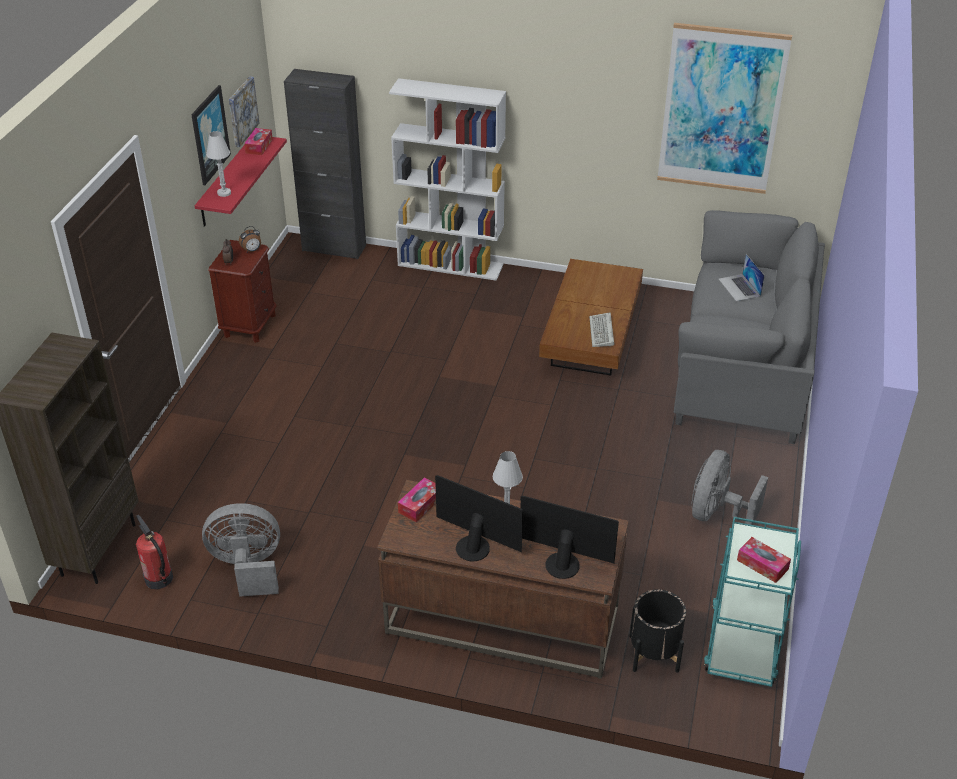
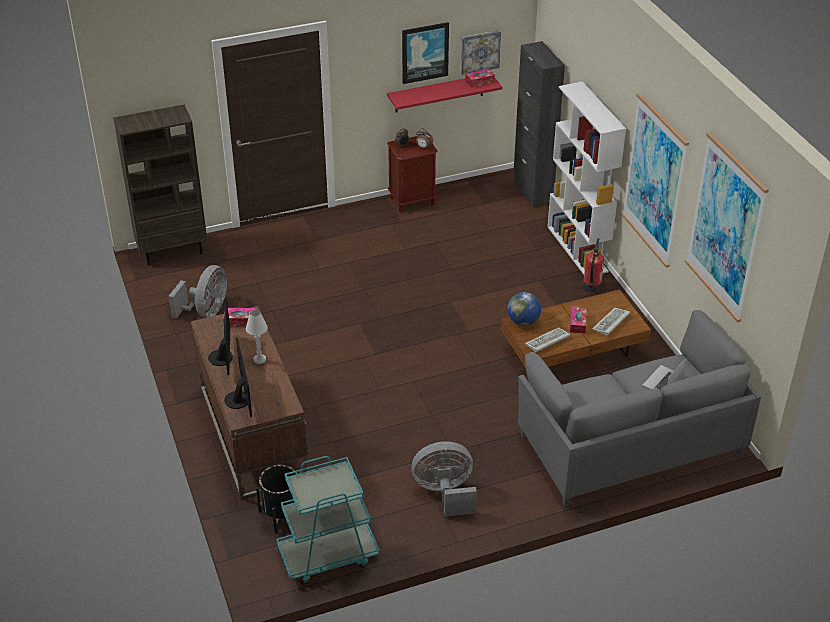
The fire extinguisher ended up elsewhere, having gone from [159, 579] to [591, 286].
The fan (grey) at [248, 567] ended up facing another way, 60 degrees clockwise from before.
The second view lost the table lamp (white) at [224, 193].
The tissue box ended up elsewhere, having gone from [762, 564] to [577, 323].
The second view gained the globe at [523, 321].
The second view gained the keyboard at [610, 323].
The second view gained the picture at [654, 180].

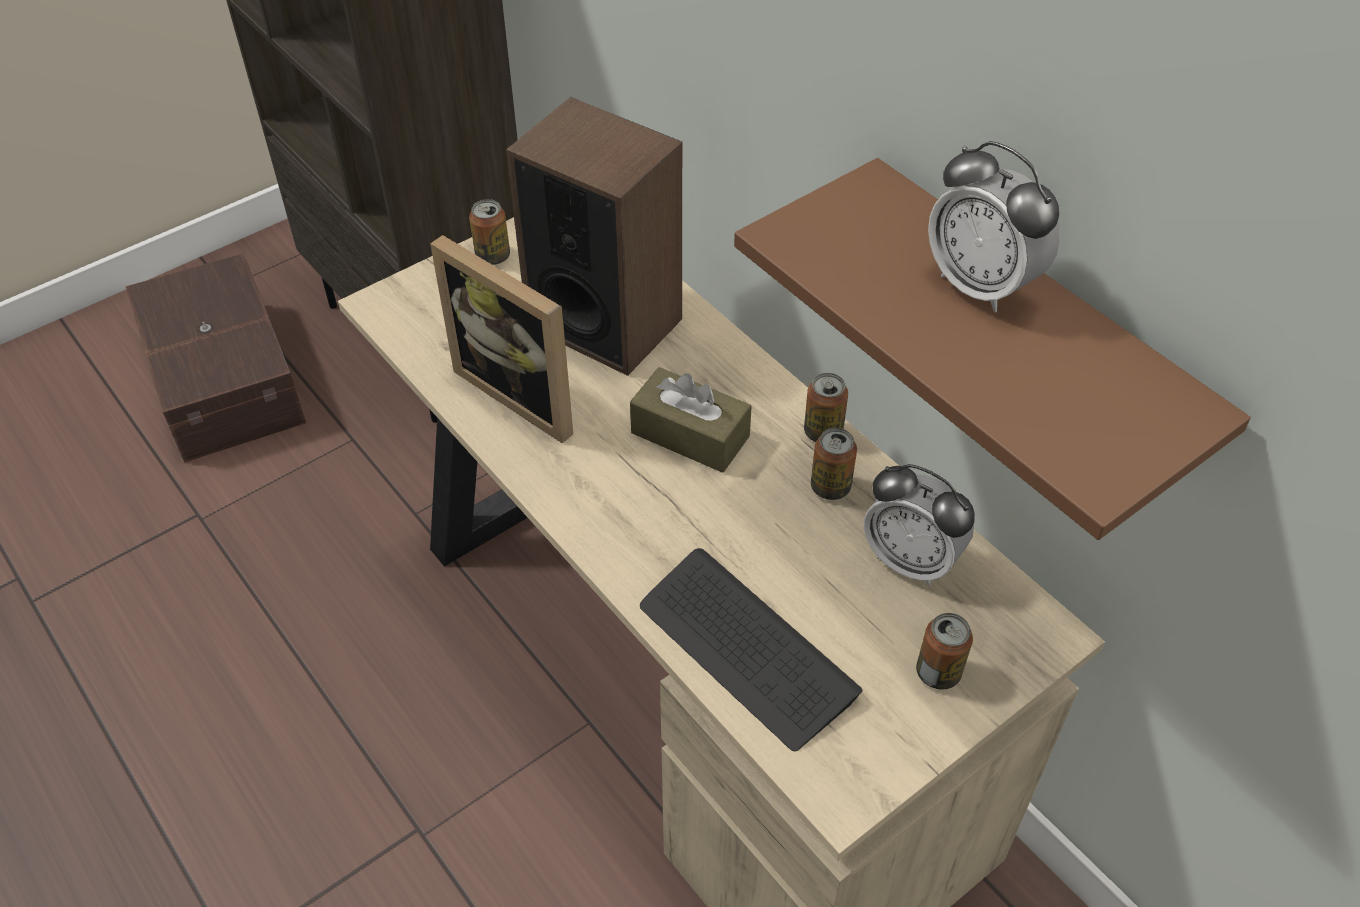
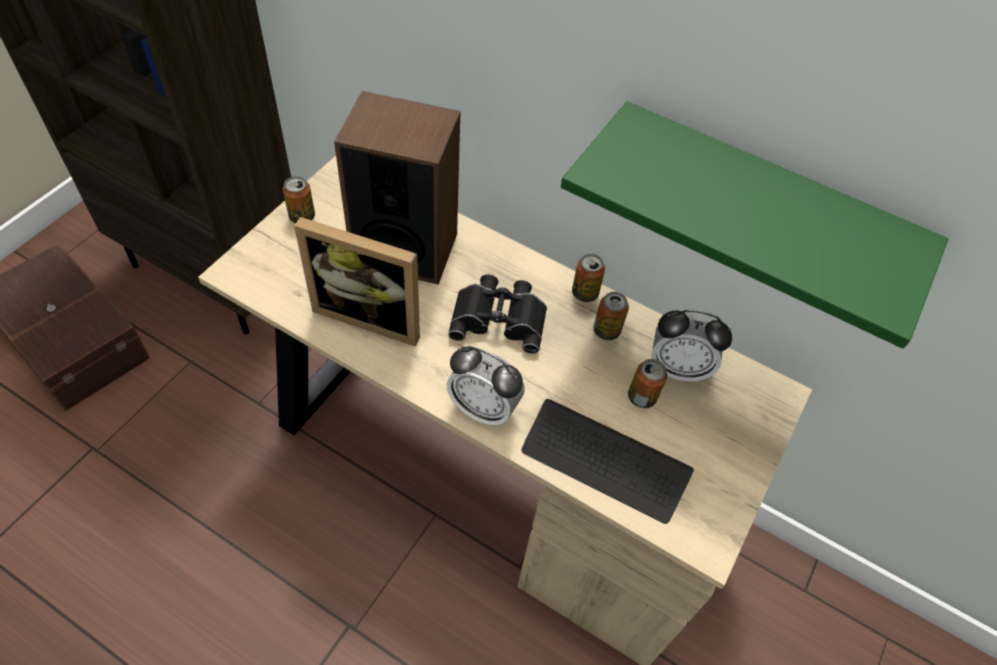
Where the tissue box (brown) stood at [690, 434], the binoculars (black) came to stand at [500, 317].
What was the shelf (brown) at [1029, 338] turned into the shelf (green) at [758, 209].
The can ended up elsewhere, having gone from [938, 672] to [642, 397].
The alarm clock ended up elsewhere, having gone from [981, 285] to [483, 408].

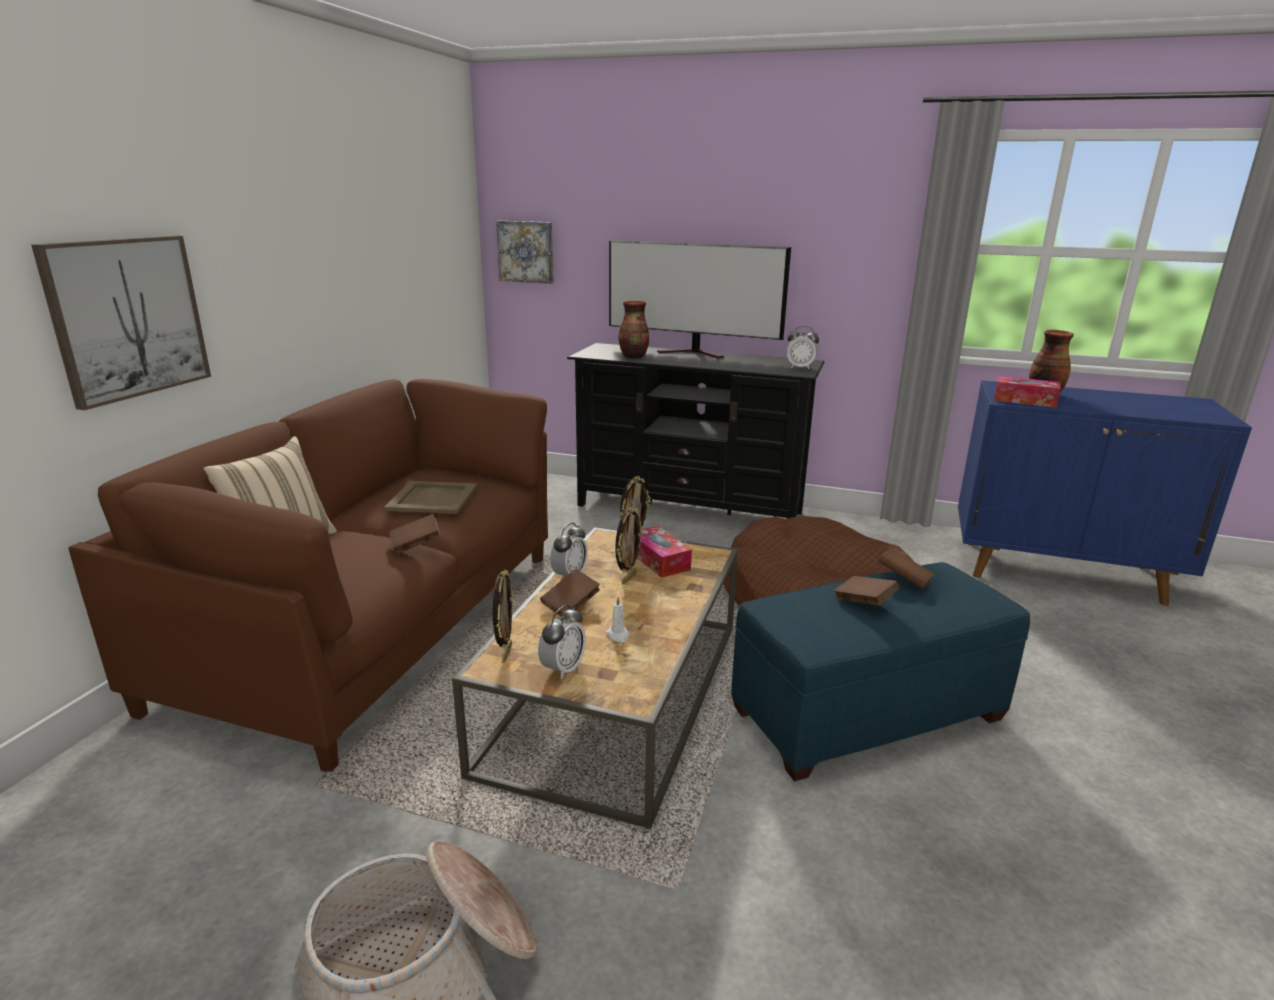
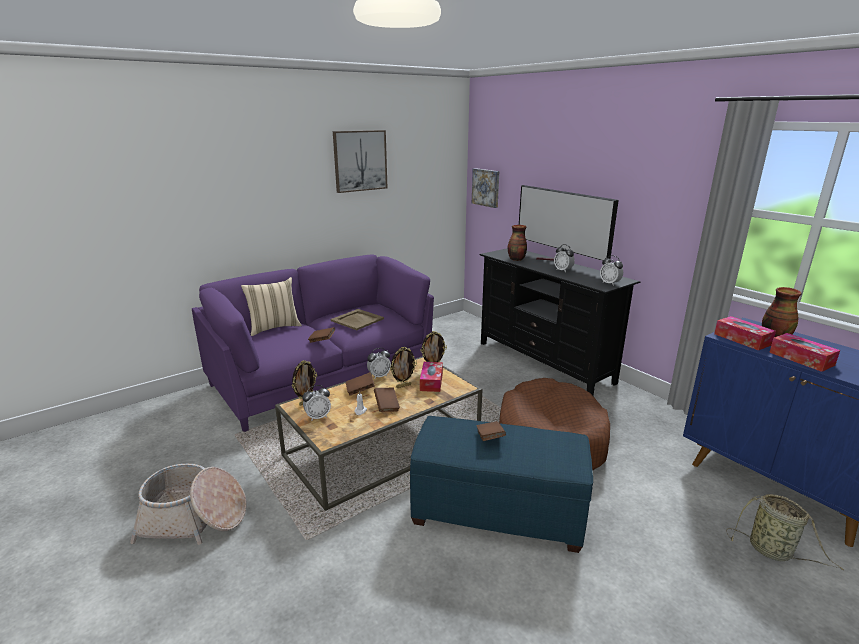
The picture ended up elsewhere, having gone from [127, 318] to [360, 161].
What was the sofa (brown) at [375, 625] turned into the sofa (purple) at [322, 377].
The book (brown) ended up elsewhere, having gone from [904, 580] to [386, 406].
The second view gained the alarm clock at [563, 270].
The second view gained the basket at [773, 551].
The second view gained the tissue box at [801, 359].

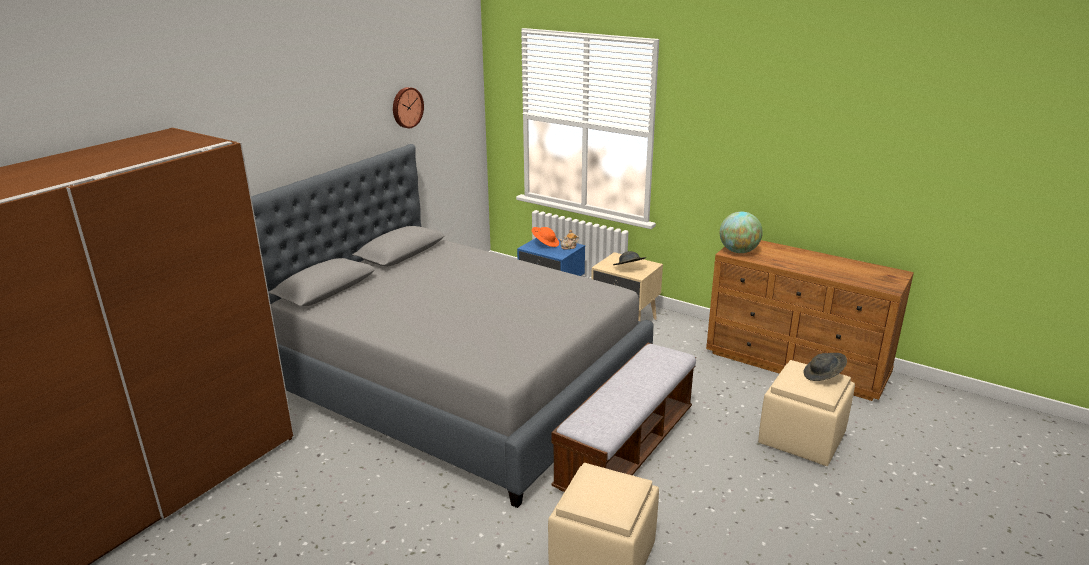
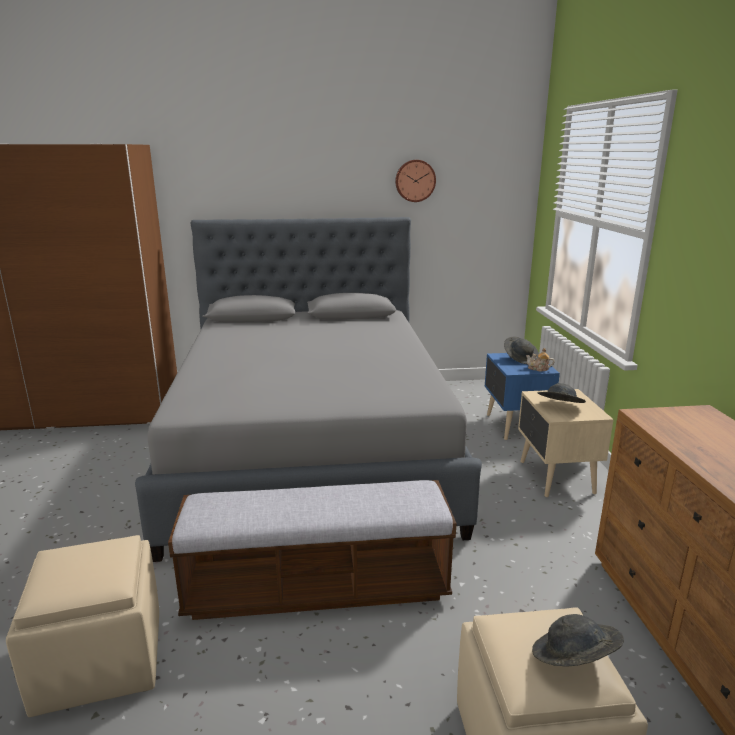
What was the hat (orange) at [545, 244] turned into the hat (grey) at [521, 359].
The second view lost the globe at [738, 251].

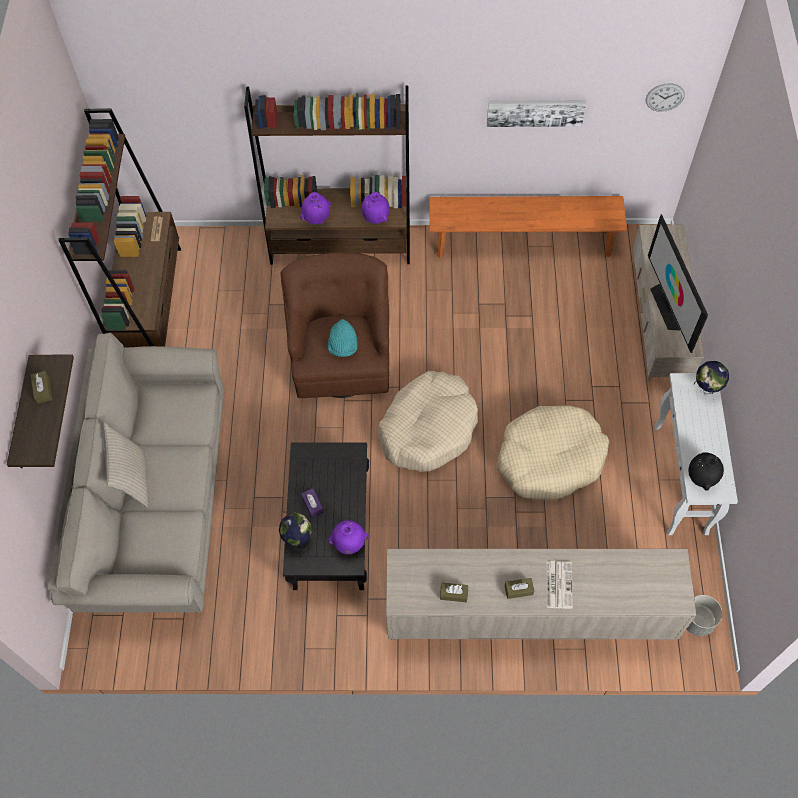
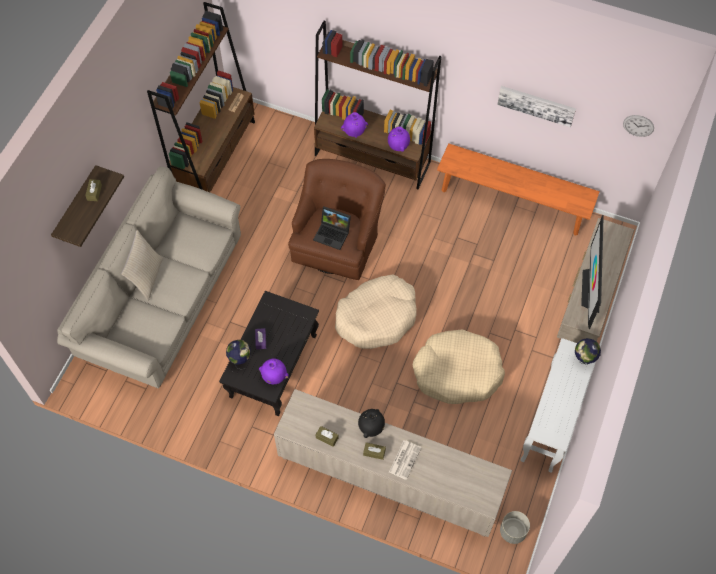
Where the hat (turquoise) stood at [343, 346], the laptop came to stand at [333, 234].
The vase (black) ended up elsewhere, having gone from [701, 478] to [371, 428].

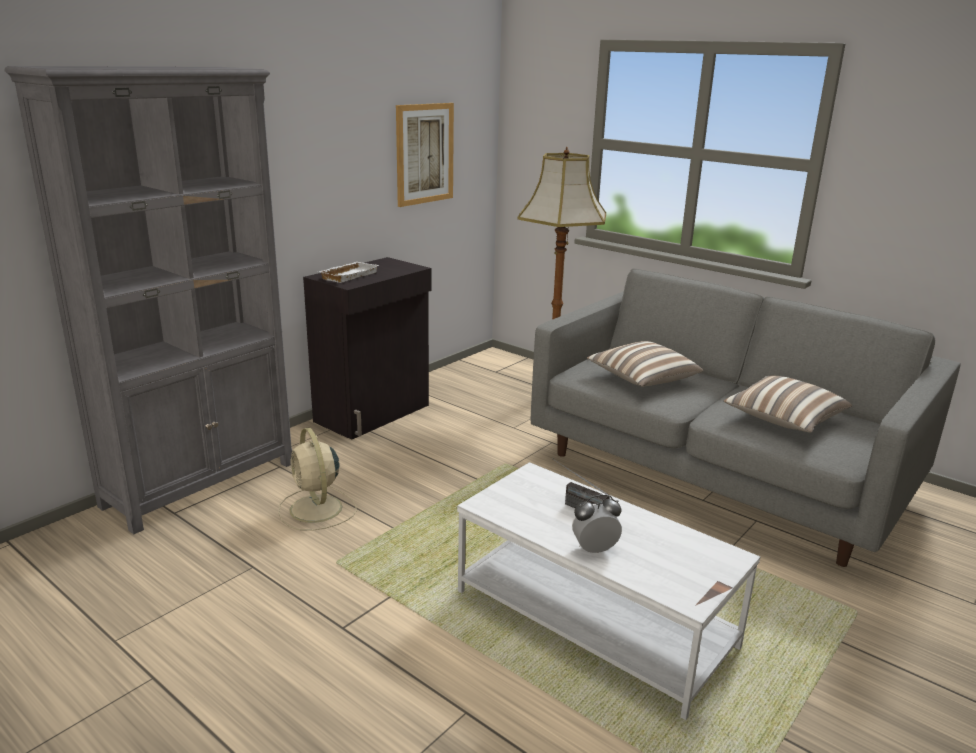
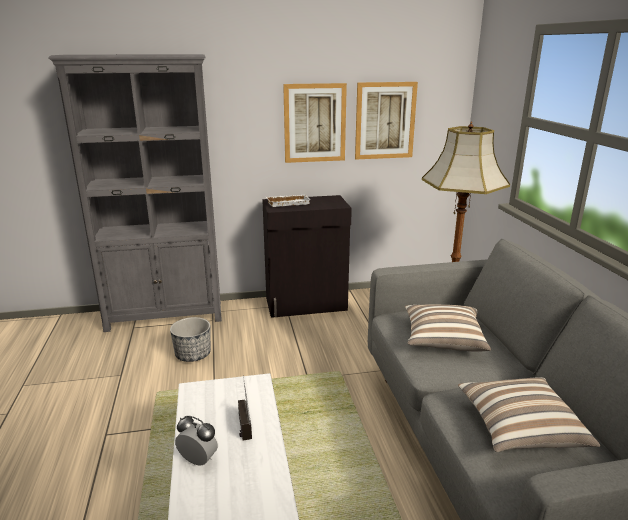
Where the fan (beige) stood at [316, 510], the planter came to stand at [193, 355].
The second view gained the picture at [315, 123].

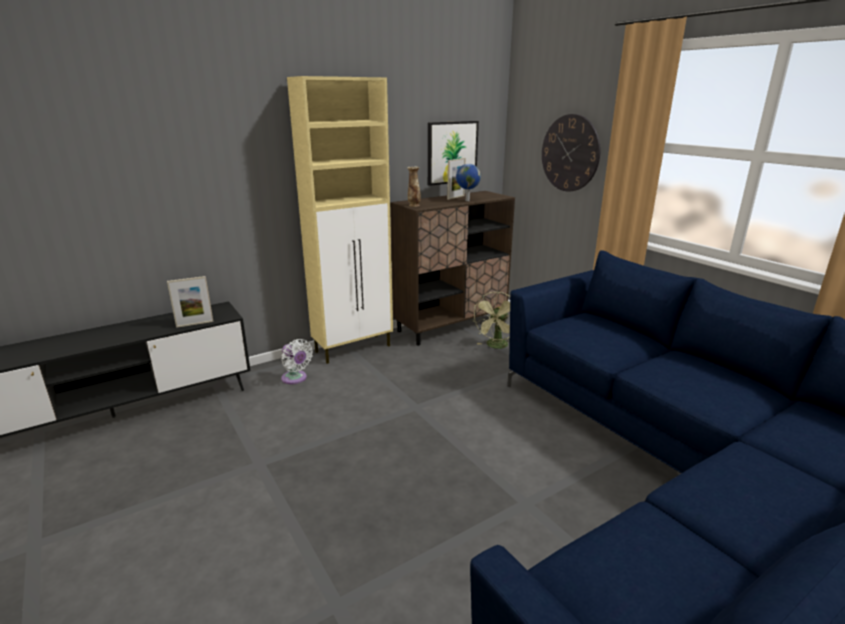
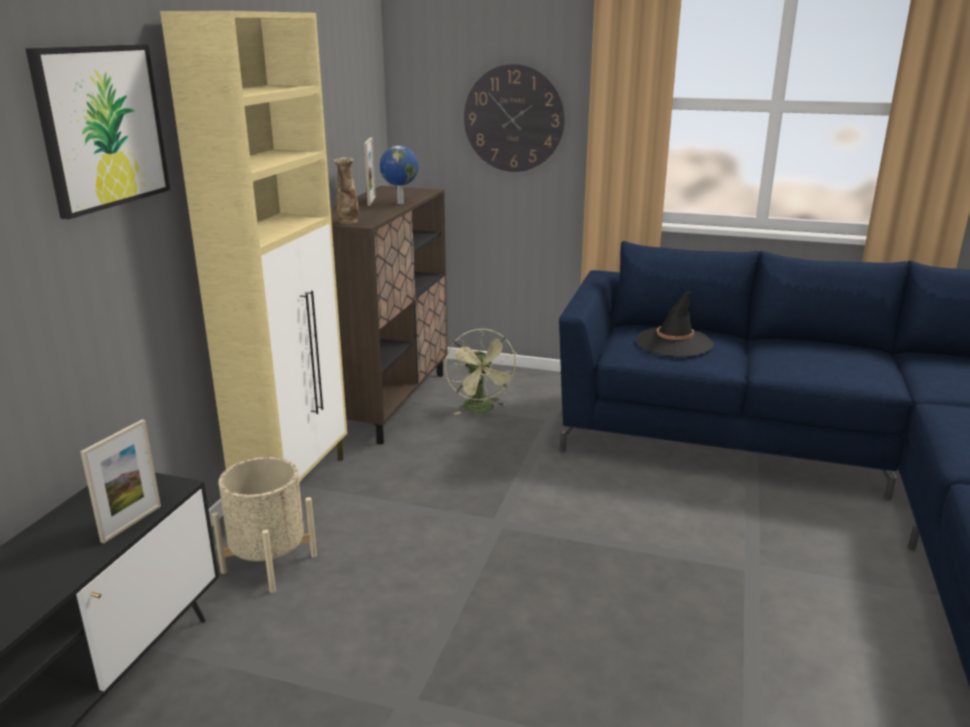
Where the fan (white) stood at [295, 379], the planter (beige) came to stand at [269, 563].
The picture ended up elsewhere, having gone from [452, 152] to [102, 127].
The second view gained the hat (black) at [674, 343].

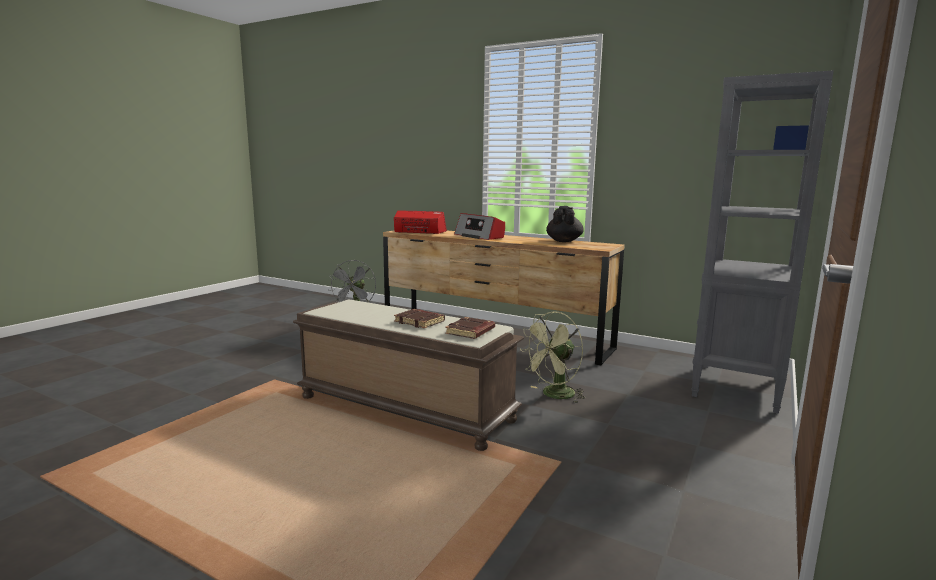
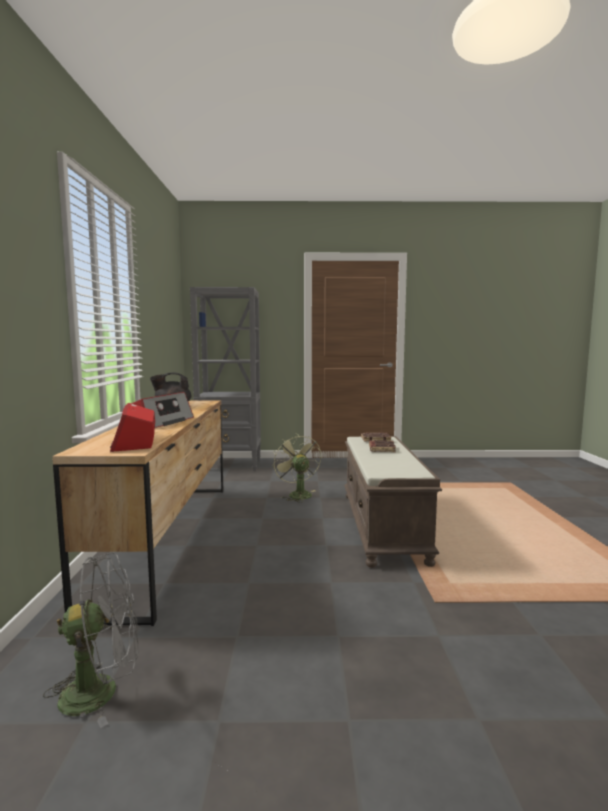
The fan (green) at [554, 395] ended up facing another way, 135 degrees counterclockwise from before.

